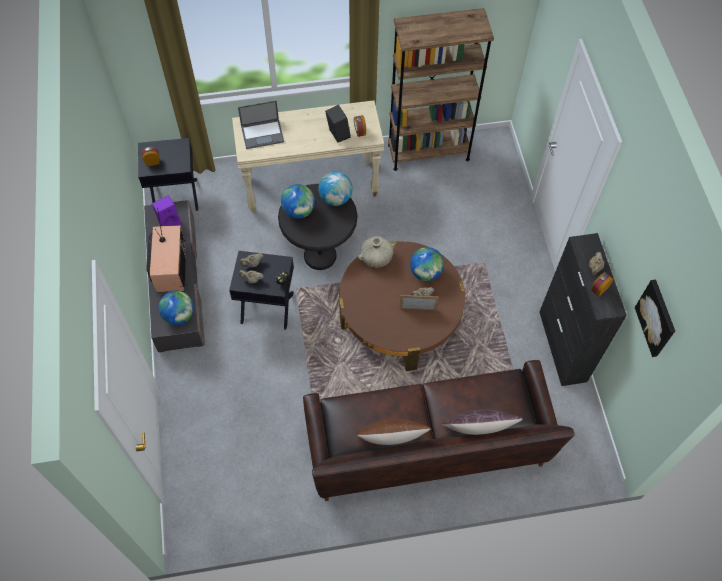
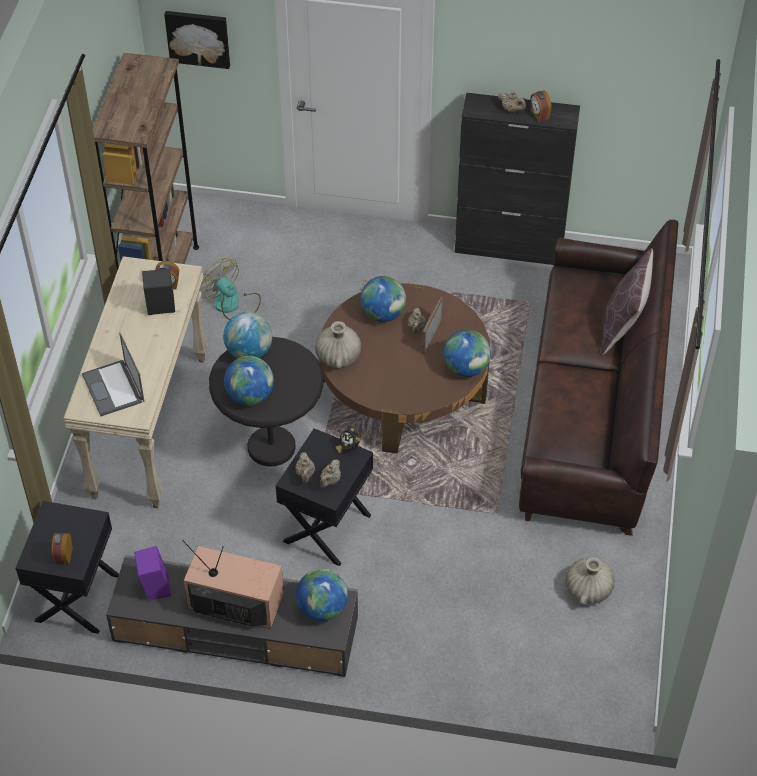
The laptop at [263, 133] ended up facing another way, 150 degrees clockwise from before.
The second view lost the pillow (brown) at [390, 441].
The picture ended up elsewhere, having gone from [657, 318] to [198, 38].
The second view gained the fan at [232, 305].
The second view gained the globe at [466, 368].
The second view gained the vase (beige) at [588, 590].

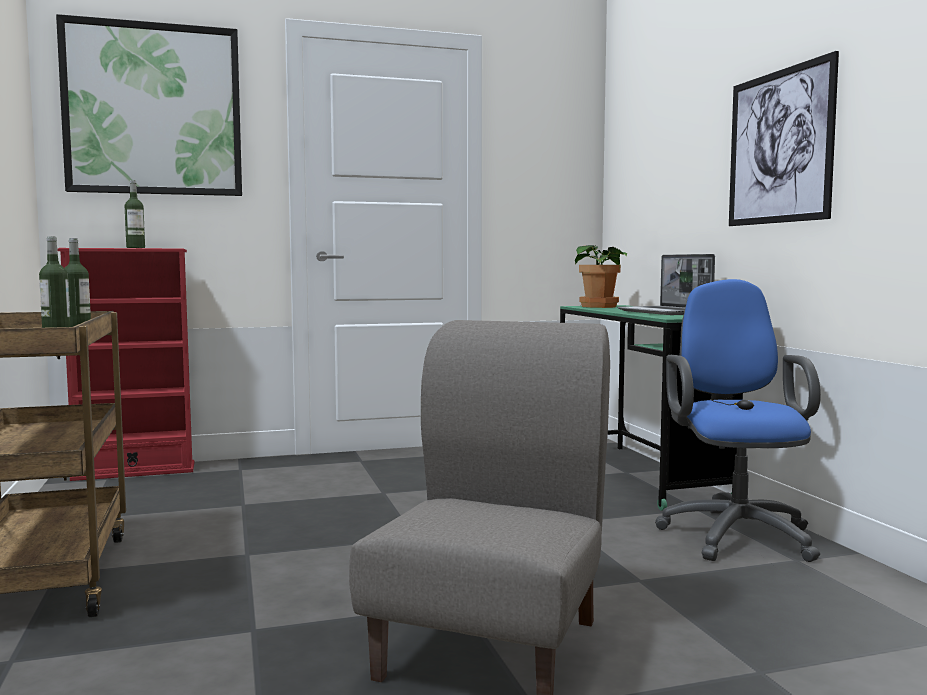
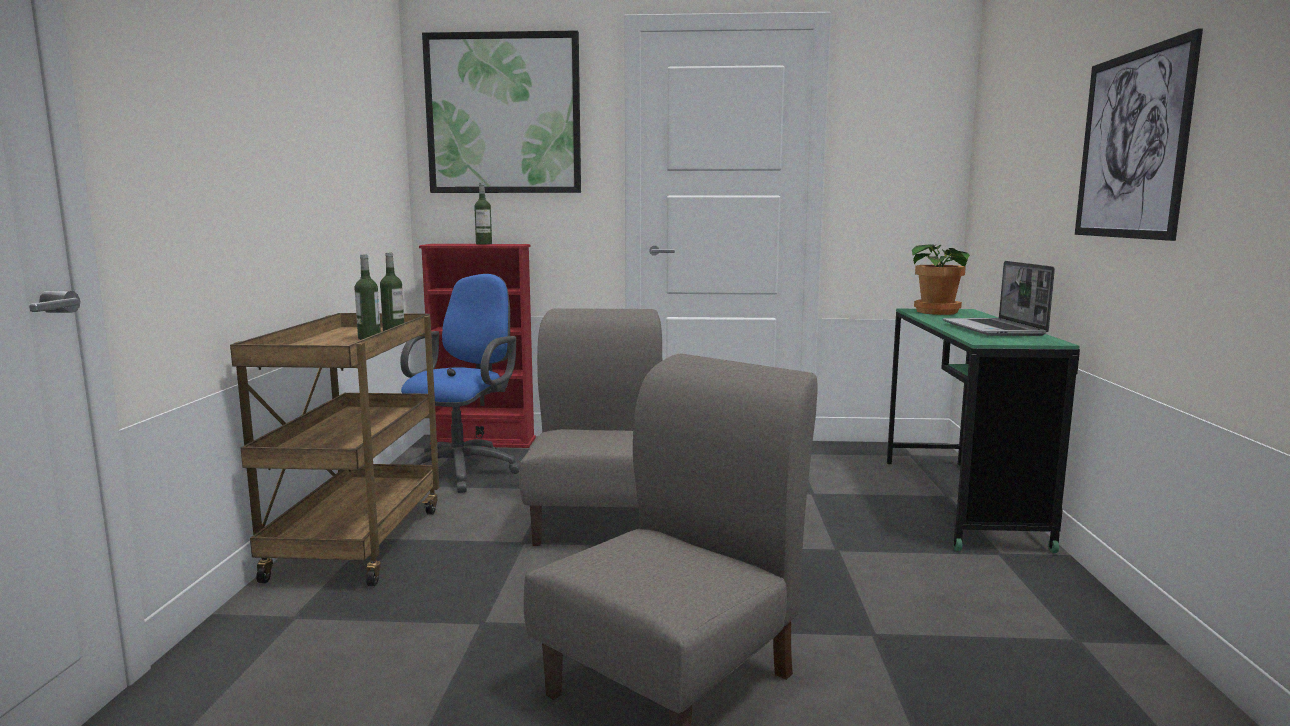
The office chair (blue) ended up elsewhere, having gone from [735, 533] to [464, 470].
The second view gained the chair (grey) at [598, 520].

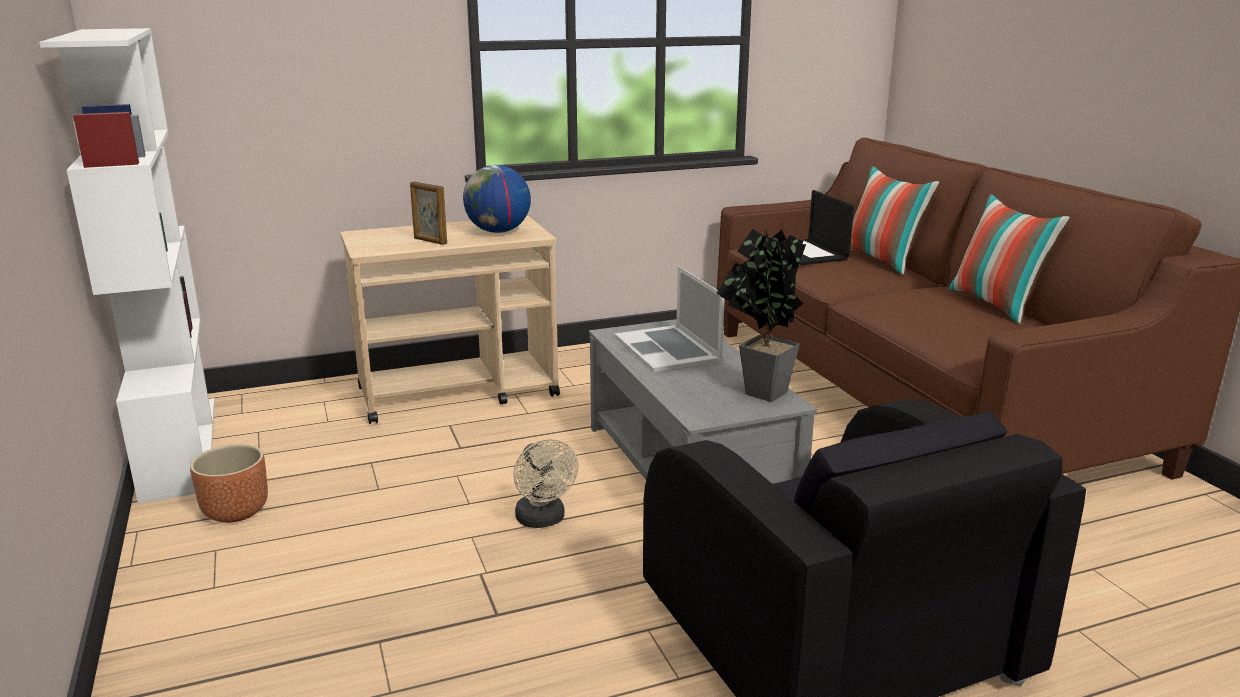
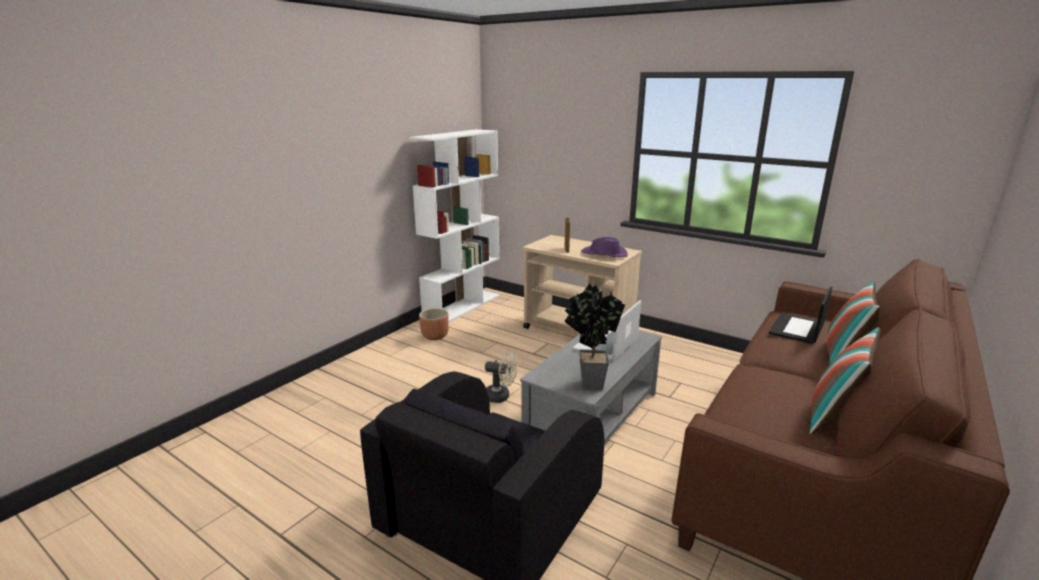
Where the globe stood at [498, 232], the hat (purple) came to stand at [604, 254].
The fan (beige) at [543, 520] ended up facing another way, 105 degrees counterclockwise from before.

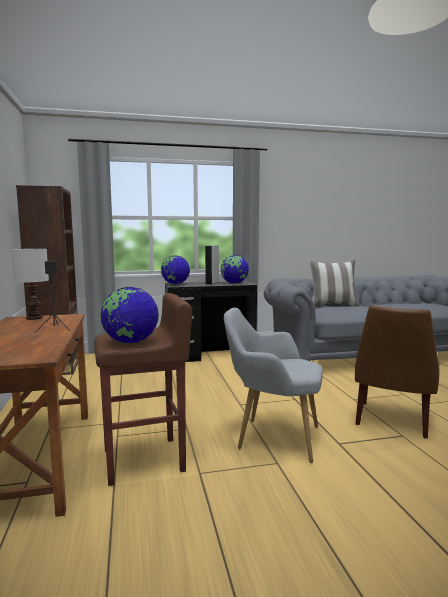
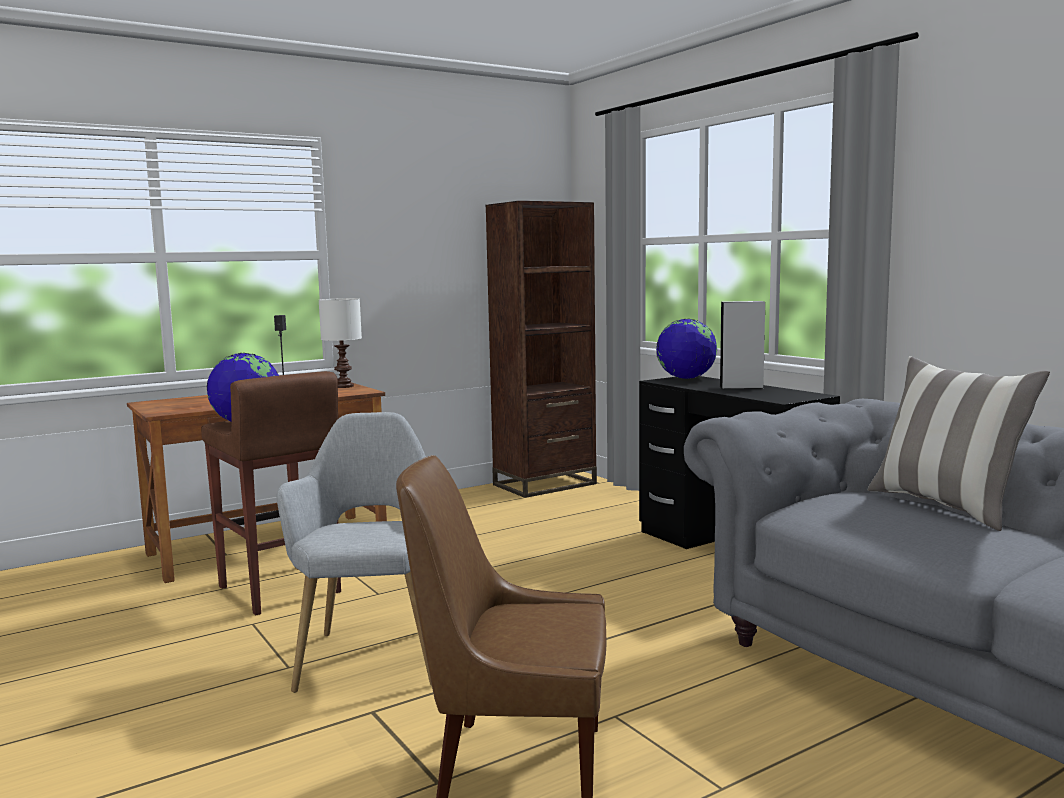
The second view lost the globe at [234, 283].

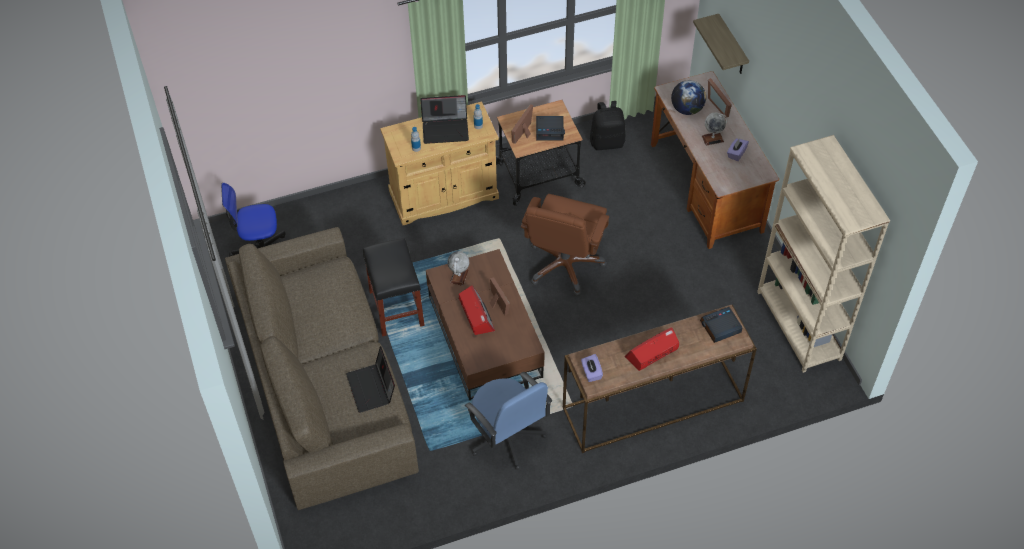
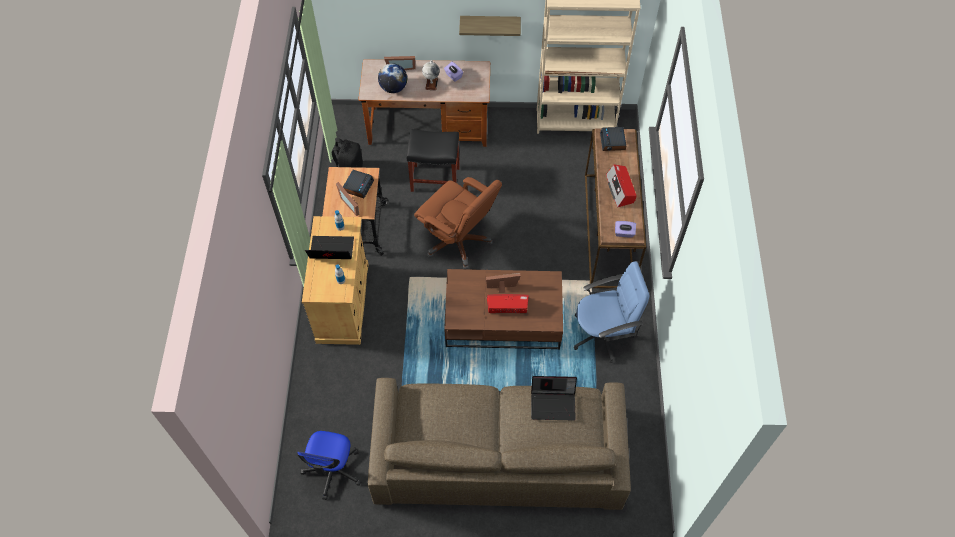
The stool (black) ended up elsewhere, having gone from [396, 307] to [434, 179].
The laptop at [446, 129] ended up facing another way, 105 degrees counterclockwise from before.
The second view lost the globe at [459, 276].
The shelf ended up elsewhere, having gone from [732, 46] to [490, 24].

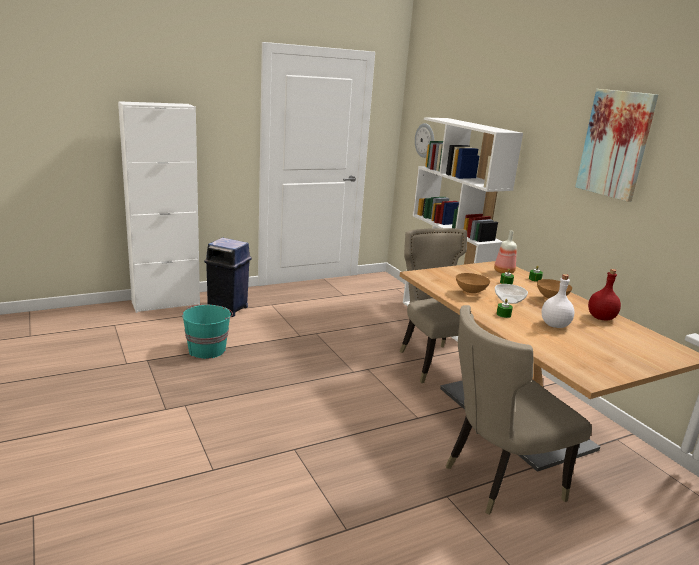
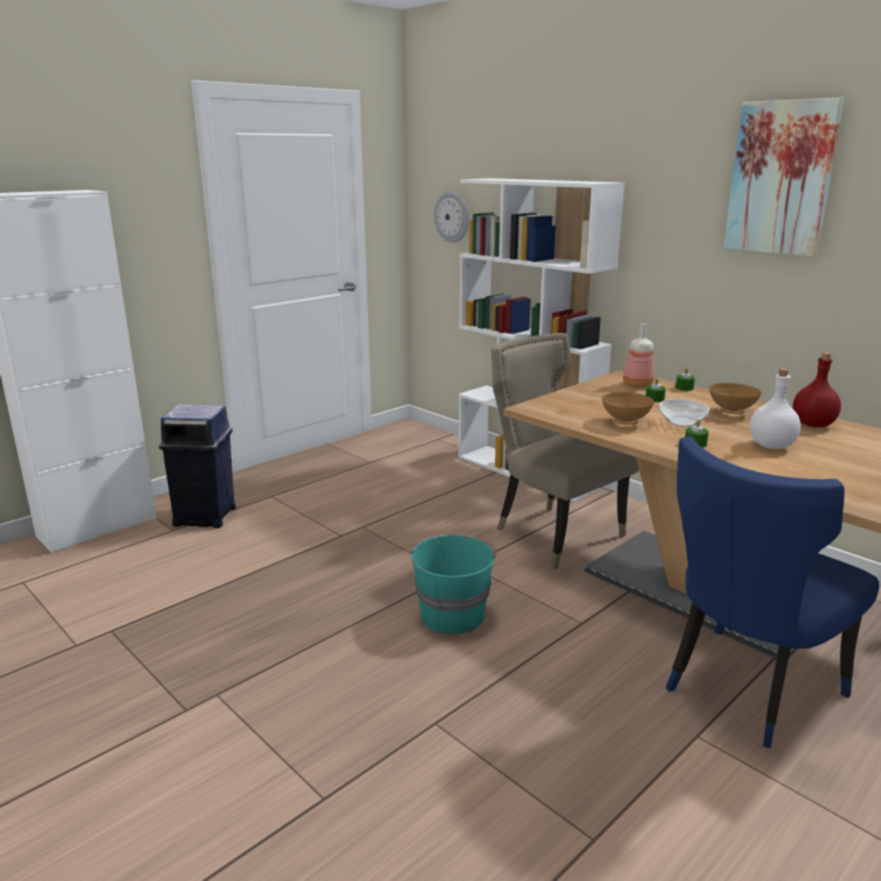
The bucket (turquoise) ended up elsewhere, having gone from [207, 349] to [452, 614].
What was the chair (beige) at [497, 480] turned into the chair (blue) at [745, 690].

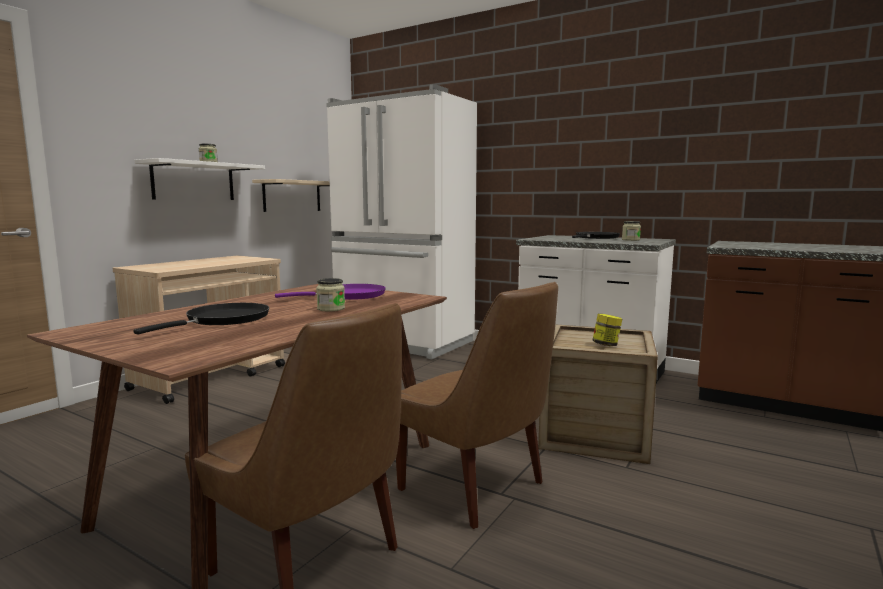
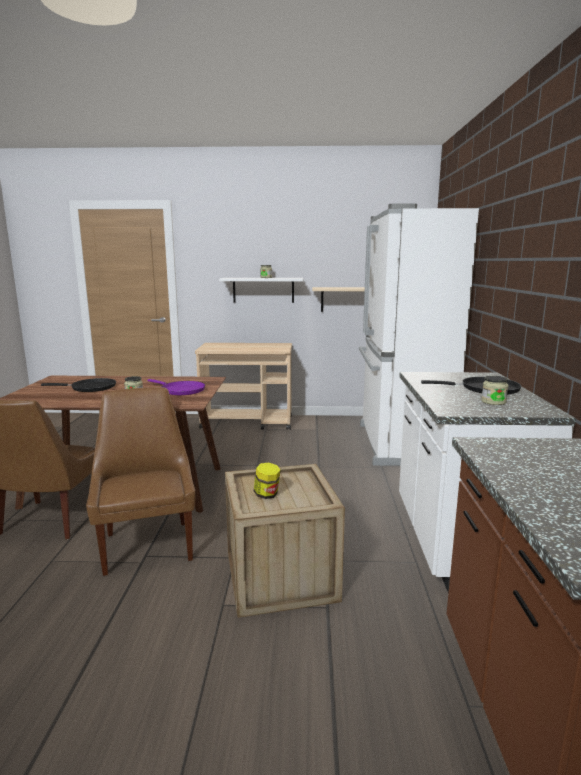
The chair (brown) at [476, 488] ended up facing another way, 150 degrees clockwise from before.

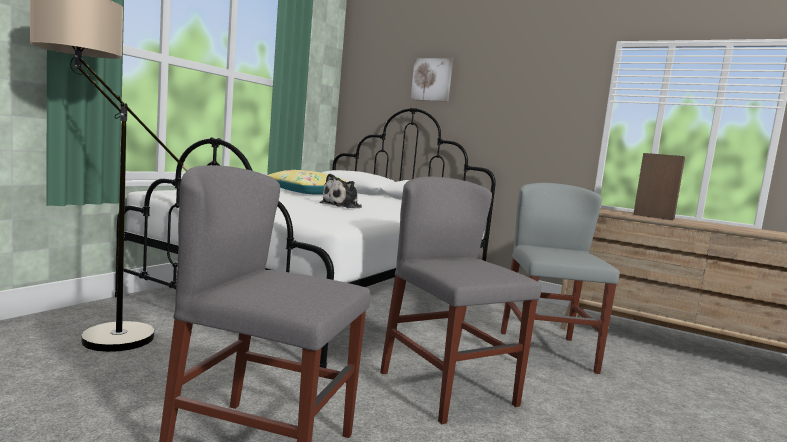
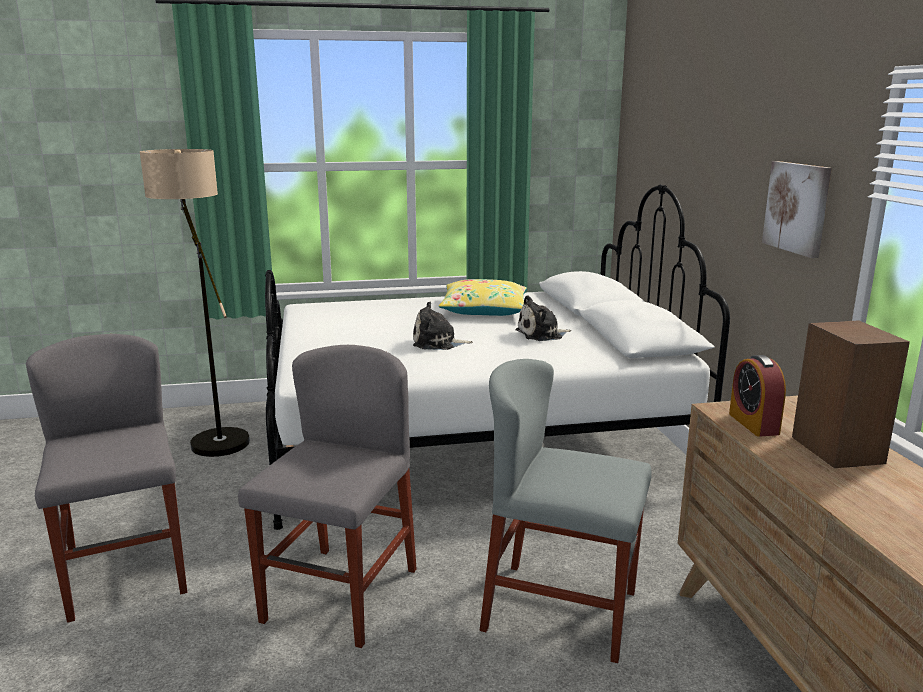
The picture ended up elsewhere, having gone from [432, 80] to [797, 207].
The chair (grey) at [546, 352] ended up facing another way, 120 degrees counterclockwise from before.
The second view gained the plush toy at [542, 335].
The second view gained the alarm clock at [753, 424].

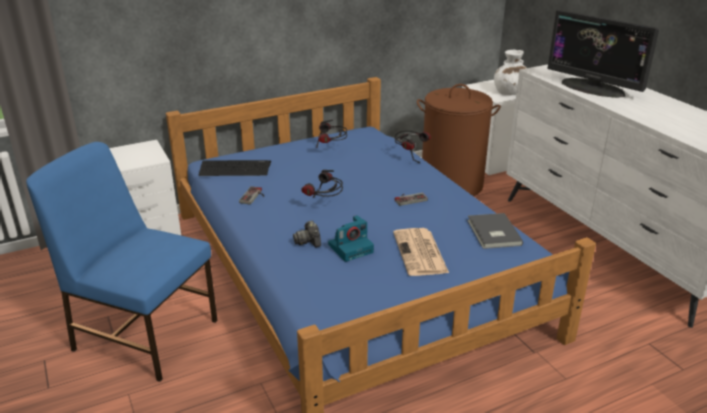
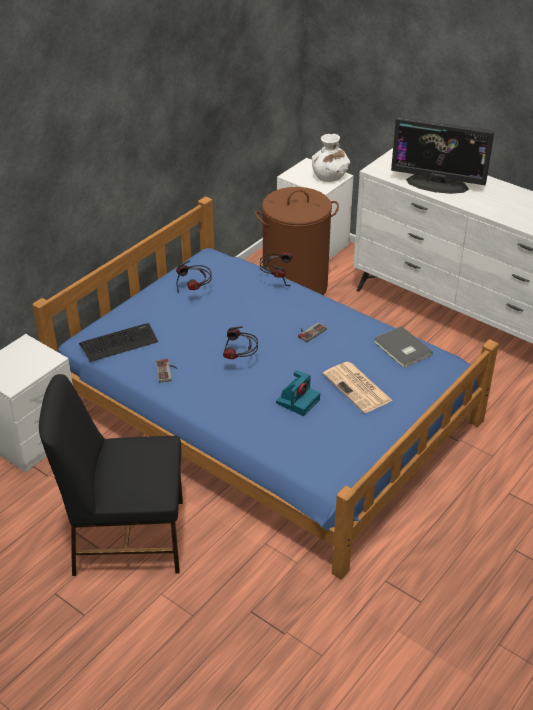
What was the chair (blue) at [144, 333] turned into the chair (black) at [126, 536].
The second view lost the photo camera at [308, 241].

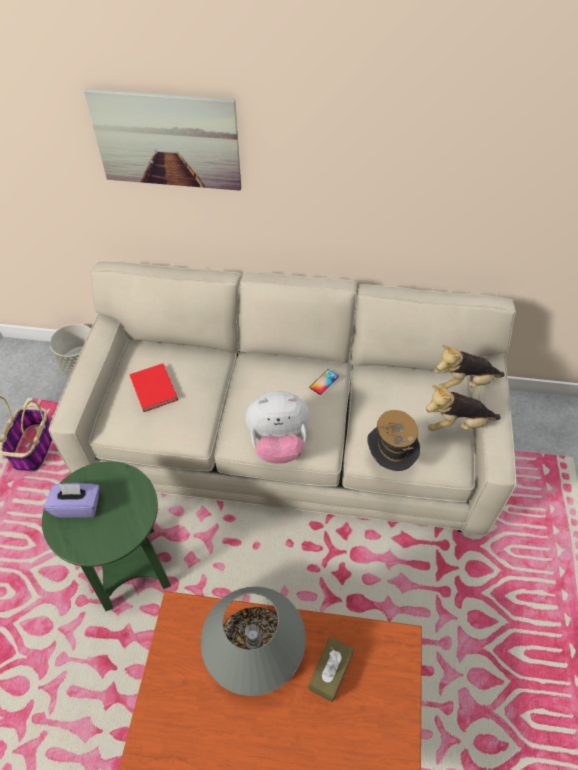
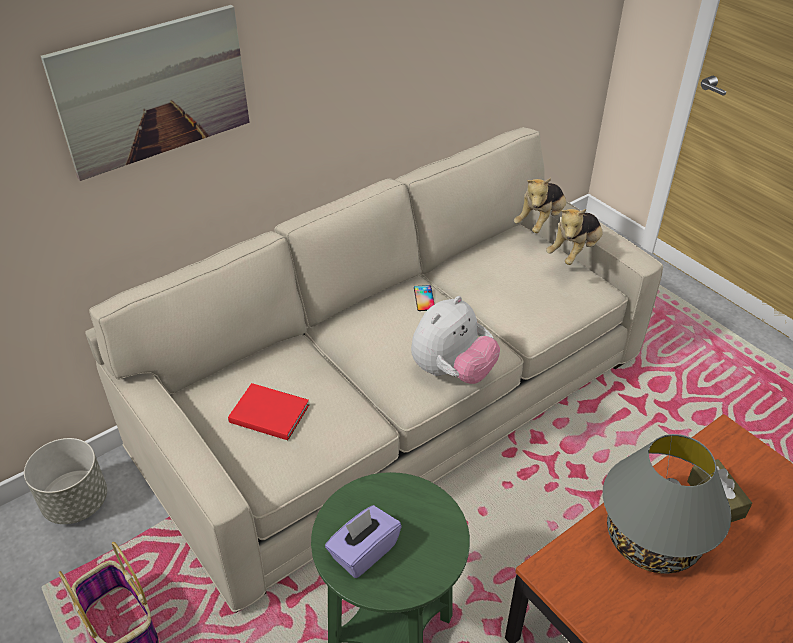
The second view lost the hat at [389, 460].

